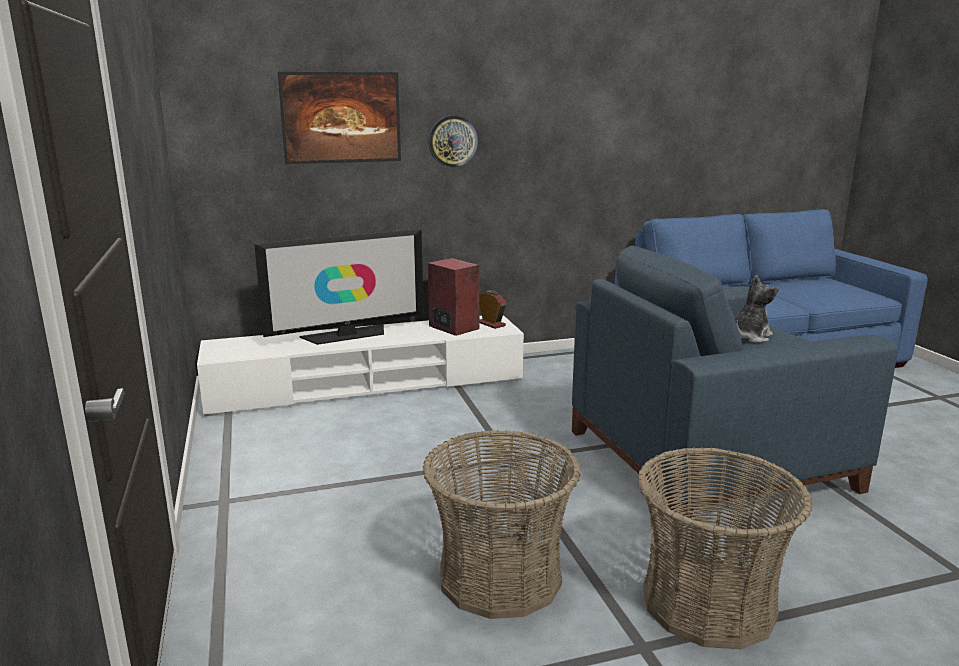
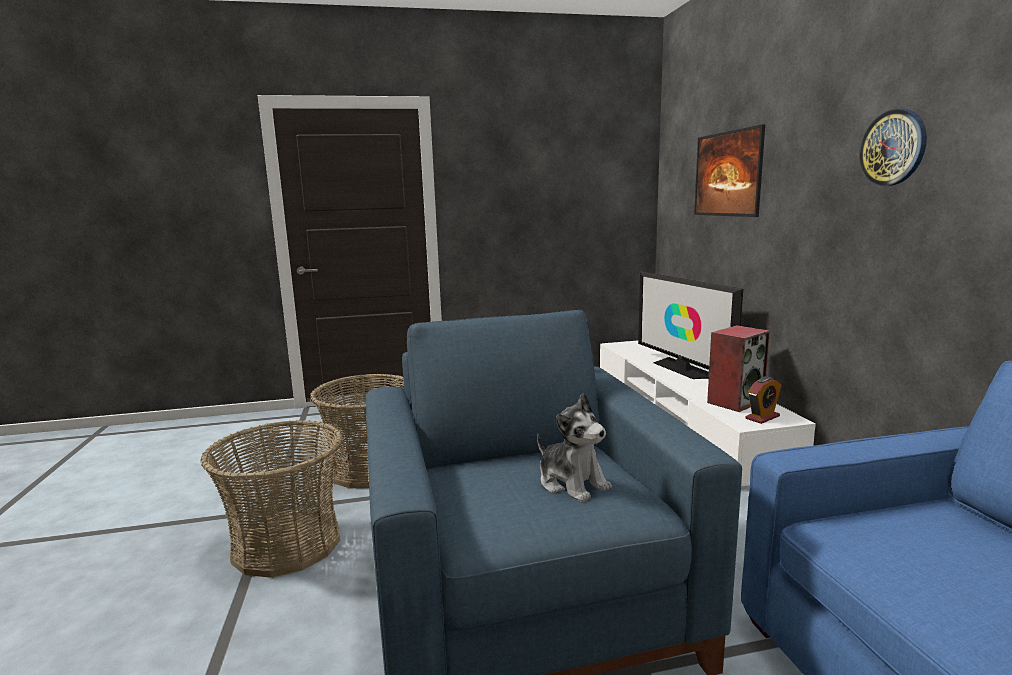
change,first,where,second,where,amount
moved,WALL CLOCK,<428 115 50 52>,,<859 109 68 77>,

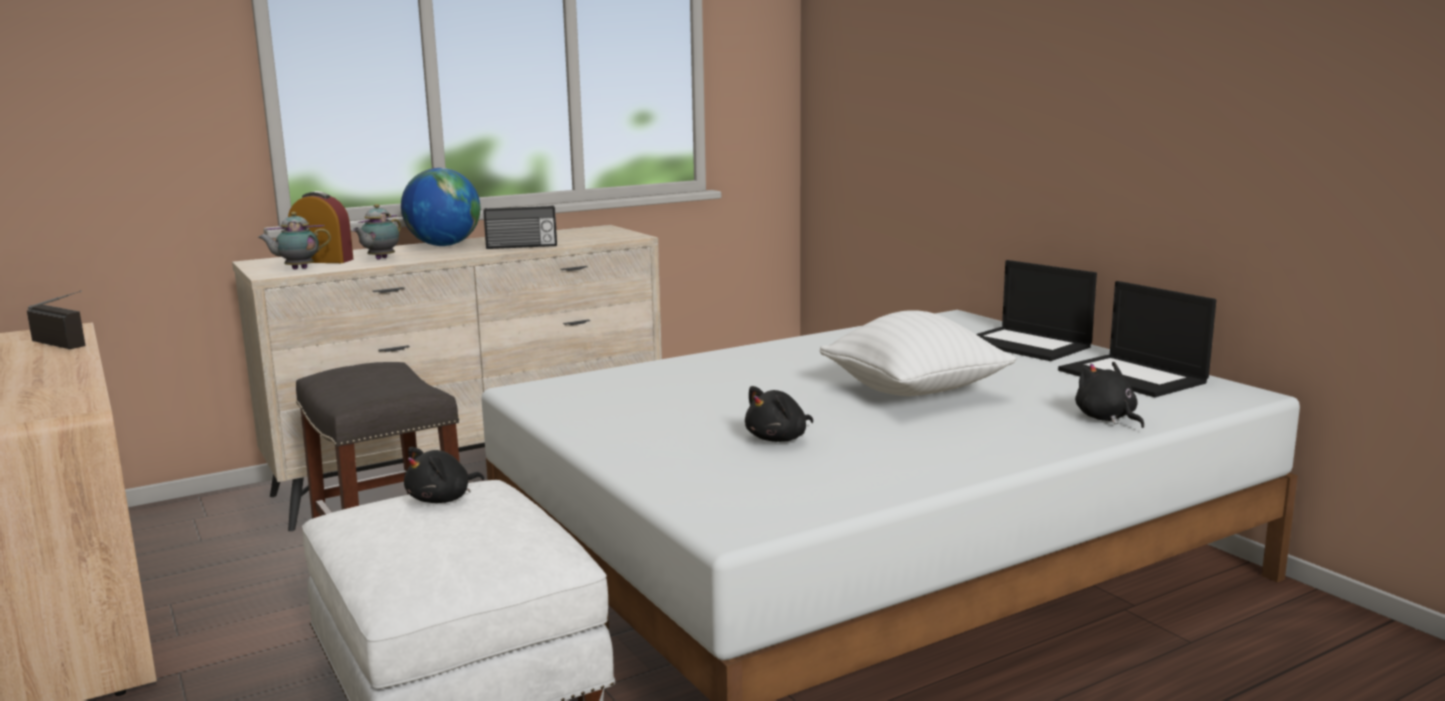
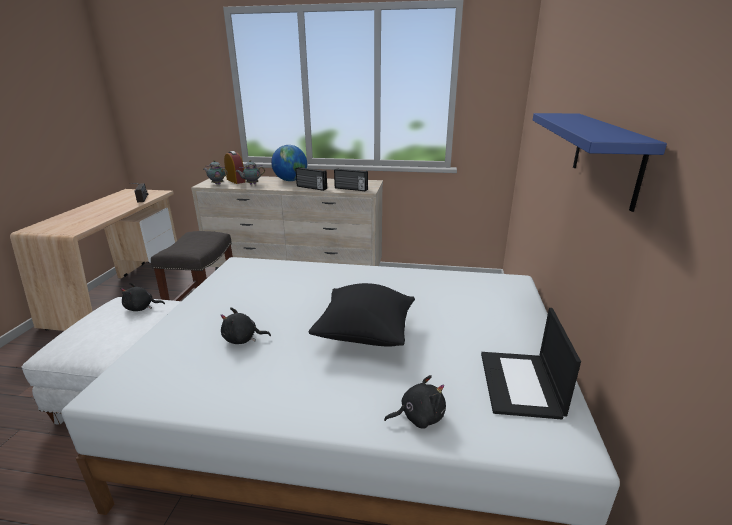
change,first,where,second,where,amount
recoloured,WHITE PILLOW,<820 310 197 86>,BLACK PILLOW,<308 283 107 64>,
removed,LAPTOP,<976 260 121 101>,,,
turned,BLACK PLUSH TOY,<1075 362 69 66>,,<384 375 62 54>,60 degrees clockwise
added,,,RADIO,<334 168 34 23>,
added,,,BLUE SHELF,<533 113 134 99>,

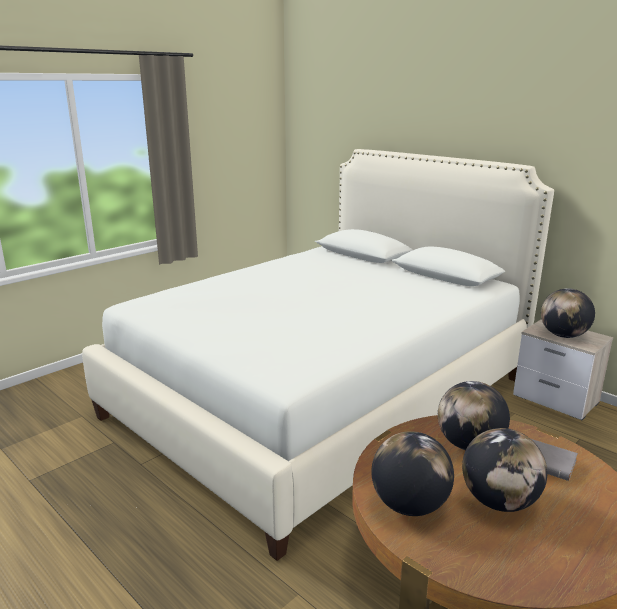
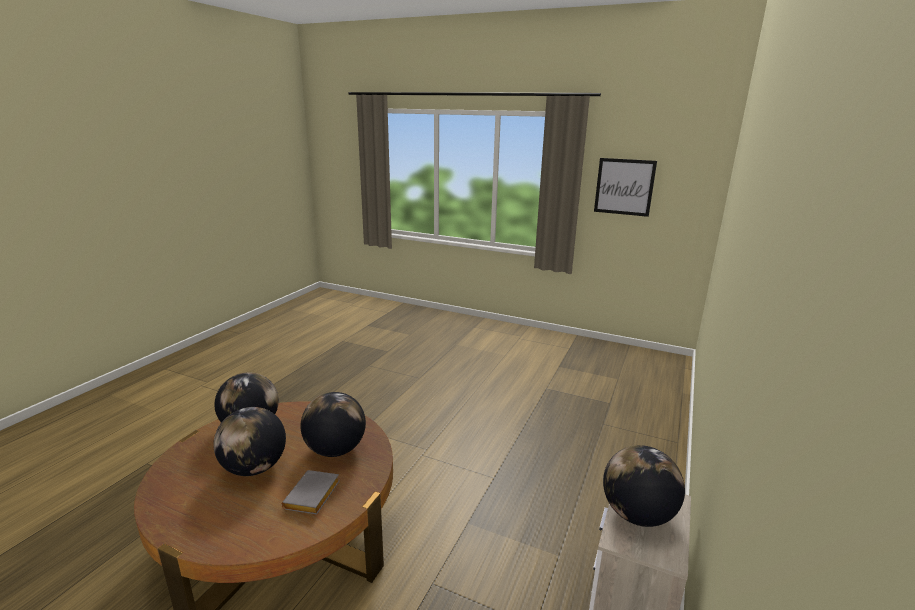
change,first,where,second,where,amount
removed,WHITE BED,<82 149 472 412>,,,
added,,,PICTURE,<594 158 63 59>,

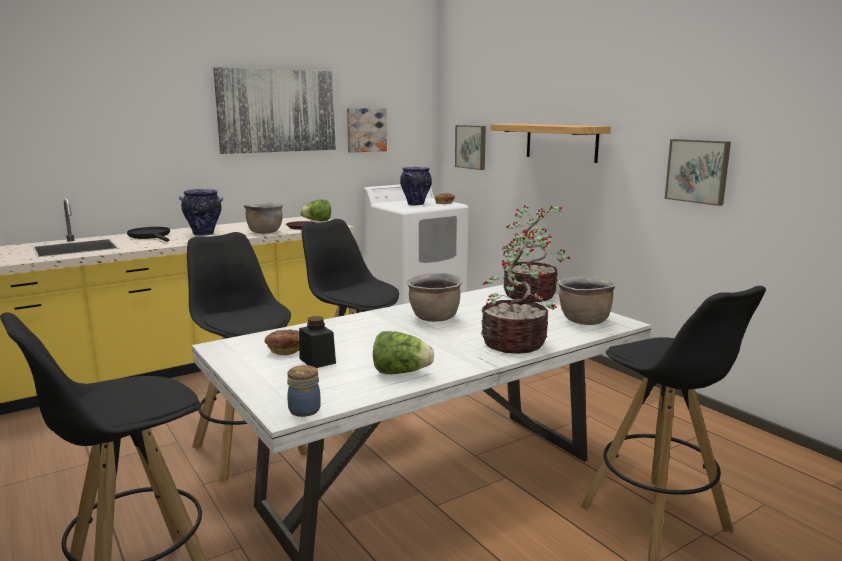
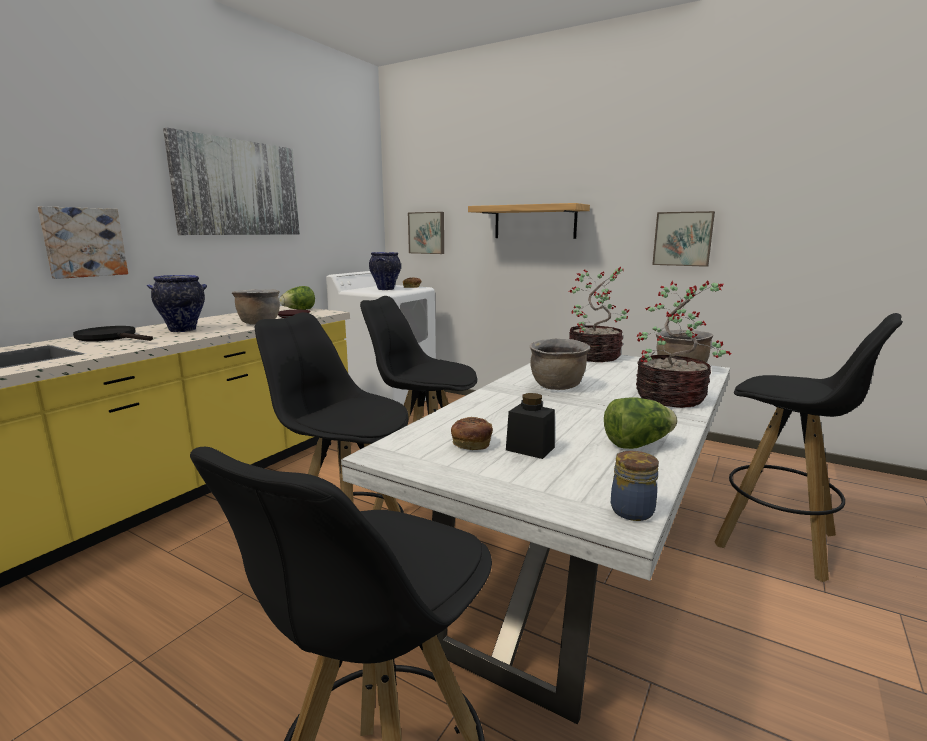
change,first,where,second,where,amount
moved,PICTURE,<347 108 40 45>,,<38 206 90 73>,

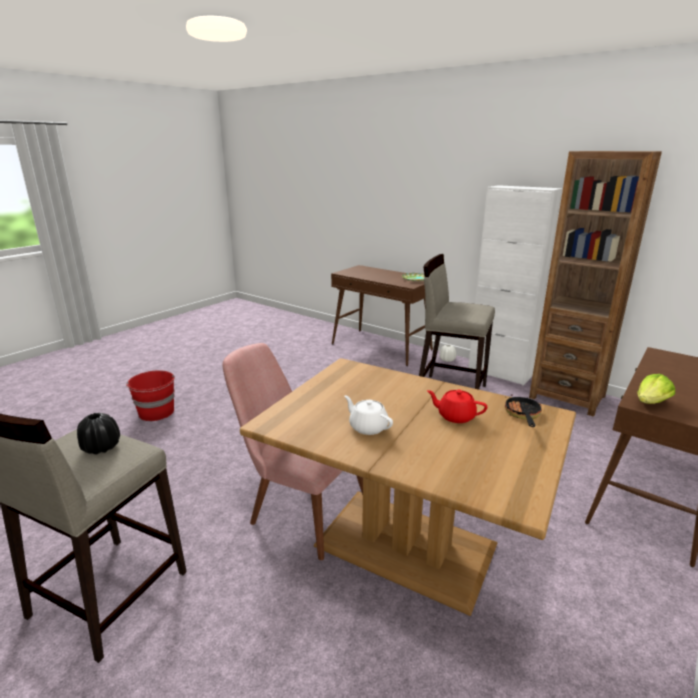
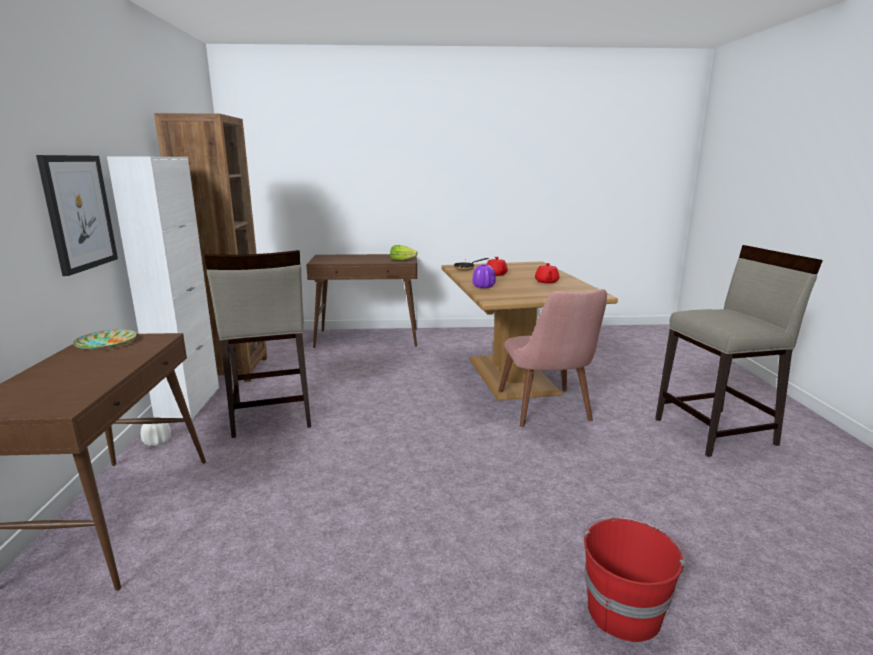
change,first,where,second,where,amount
removed,BLACK VASE,<77 413 43 42>,,,
recoloured,WHITE TEAPOT,<344 395 49 40>,RED TEAPOT,<535 263 25 21>,
added,,,PICTURE,<36 155 82 121>,
added,,,PURPLE VASE,<473 264 23 24>,

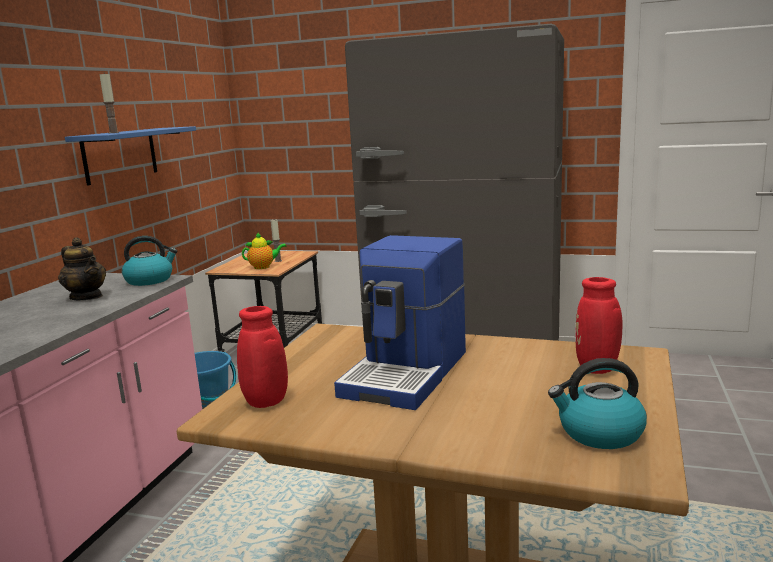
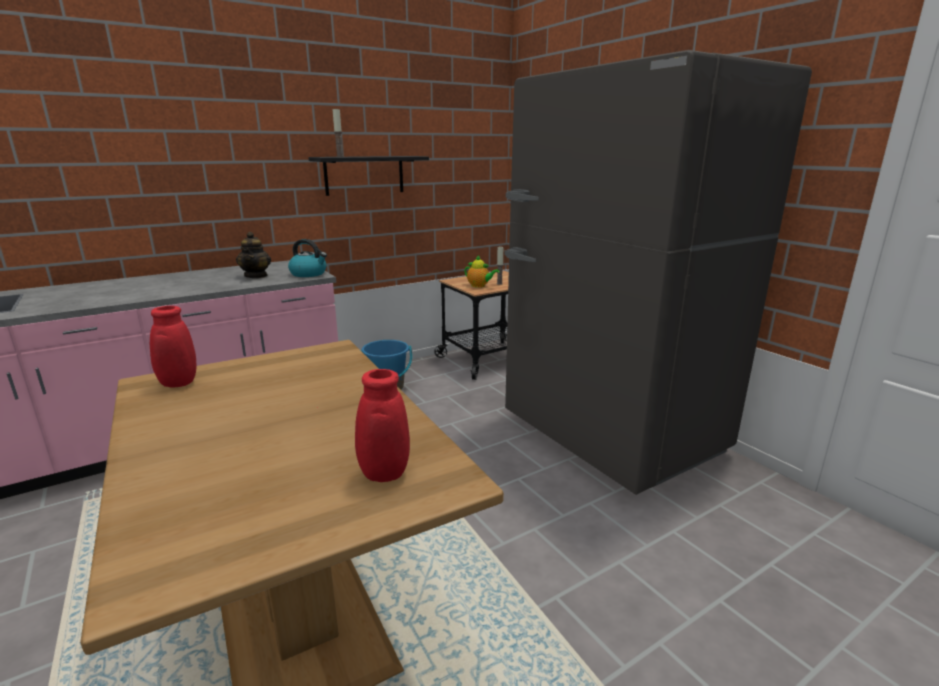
change,first,where,second,where,amount
recoloured,BLUE SHELF,<65 126 131 60>,BLACK SHELF,<308 156 121 40>,
removed,COFFEE MACHINE,<334 235 132 175>,,,
removed,KETTLE,<548 358 99 91>,,,

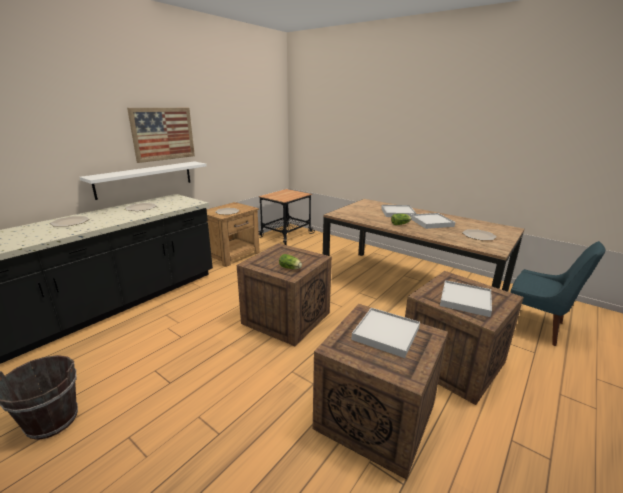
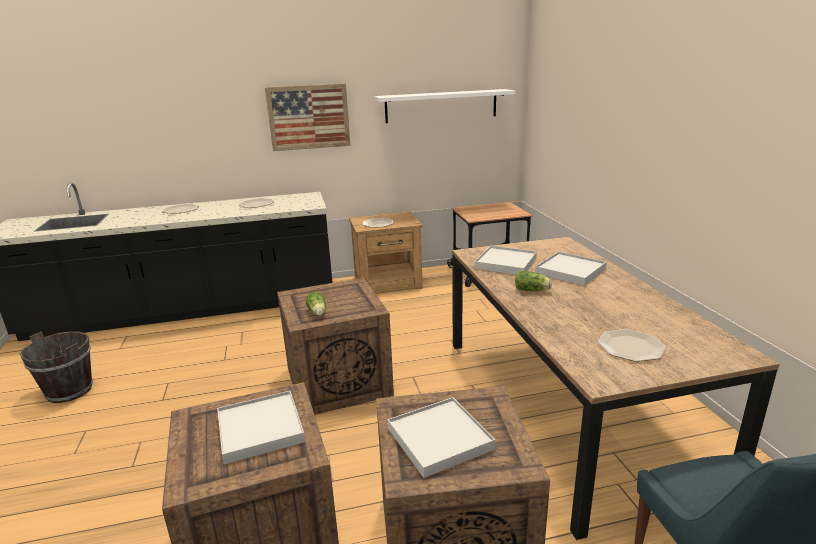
change,first,where,second,where,amount
moved,WHITE SHELF,<80 161 127 39>,,<374 89 141 34>,
moved,WHITE TRAY,<410 213 45 16>,,<475 246 62 29>,

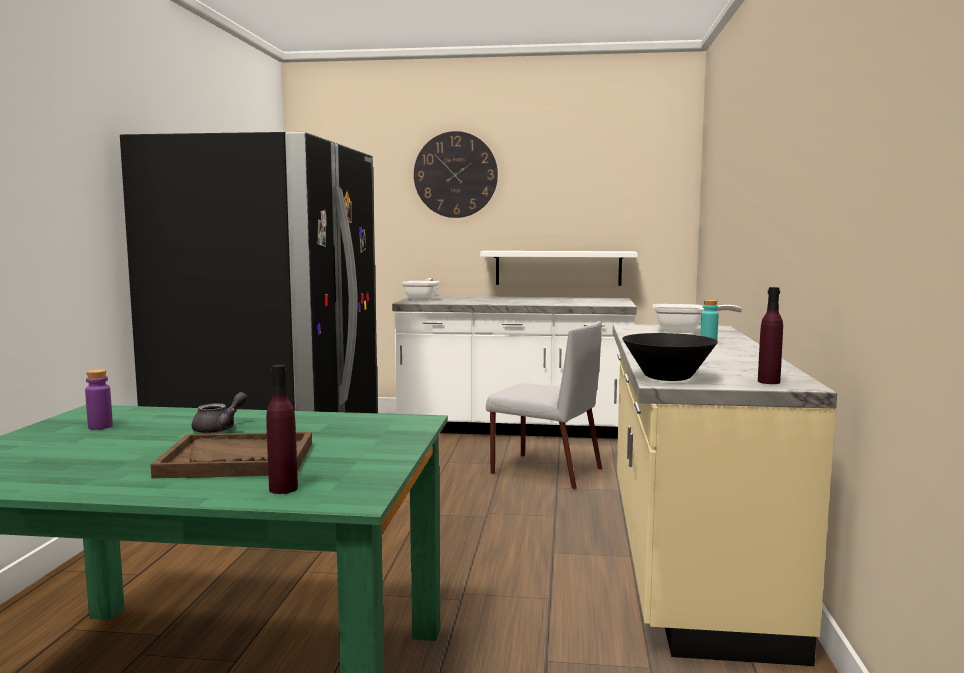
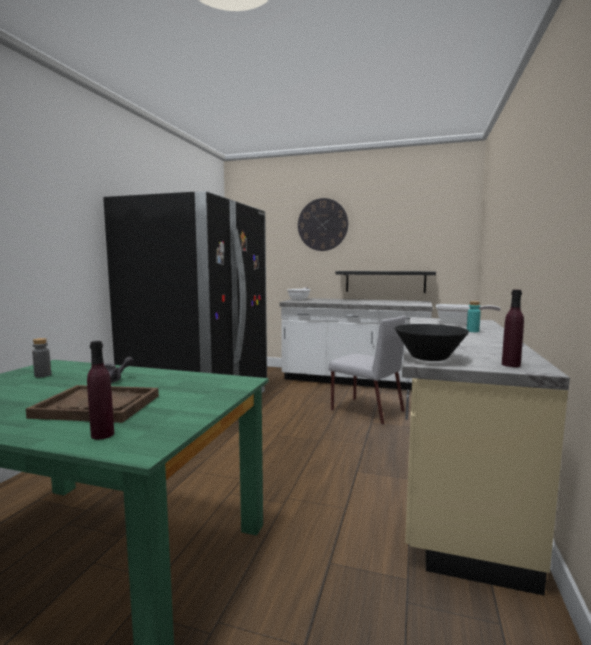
change,first,where,second,where,amount
recoloured,PURPLE BOTTLE,<85 369 28 61>,GREY BOTTLE,<32 338 19 40>,
recoloured,WHITE SHELF,<480 251 158 35>,BLACK SHELF,<336 271 100 22>,

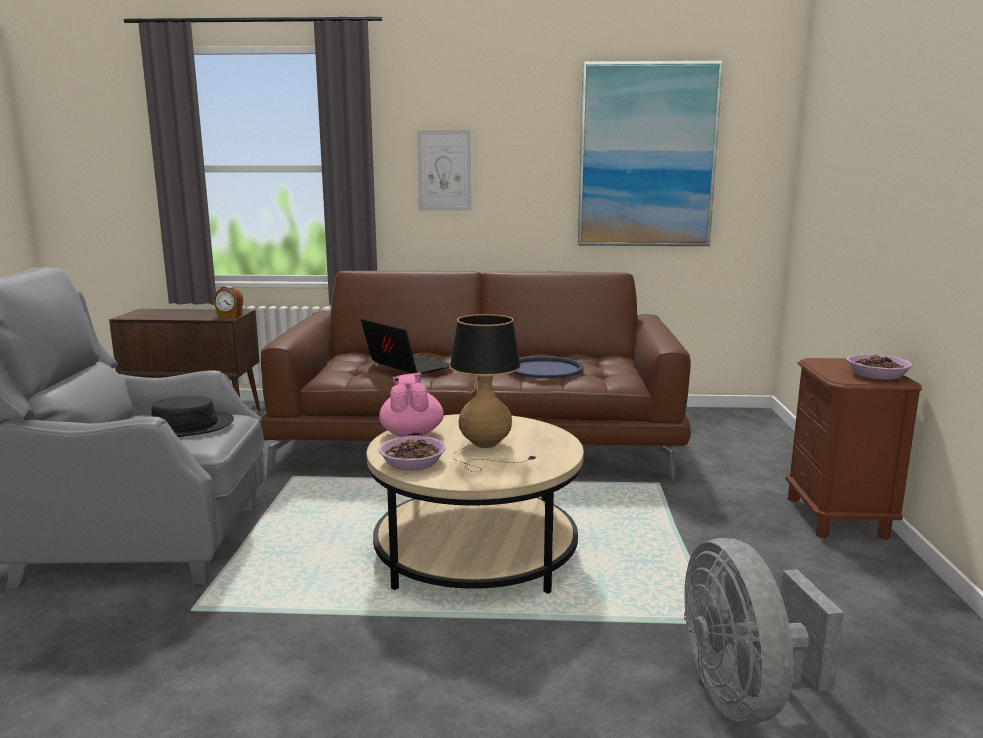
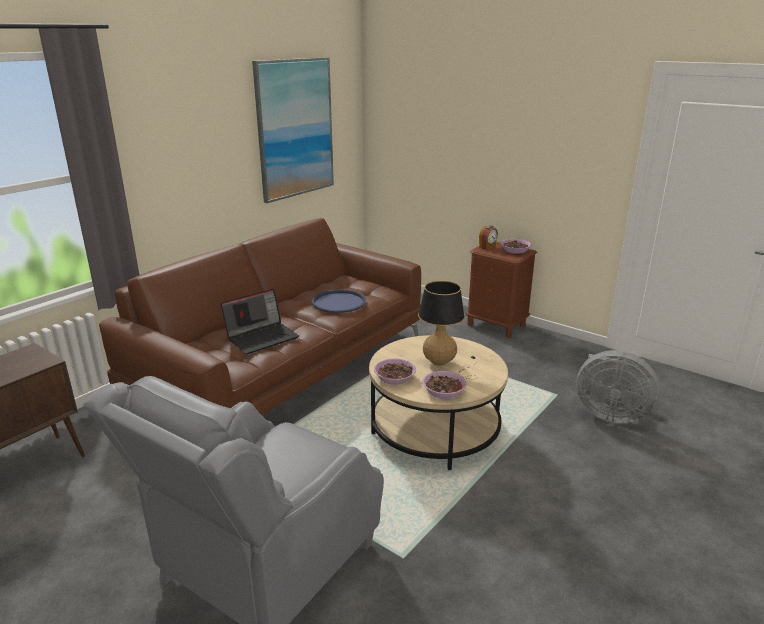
change,first,where,second,where,amount
removed,BLACK HAT,<151 396 83 41>,,,
moved,ALARM CLOCK,<213 286 30 32>,,<479 226 19 24>,
turned,LAPTOP,<361 318 88 56>,,<220 289 79 65>,150 degrees clockwise
replaced,PINK TEAPOT,<379 373 65 64>,BOWL,<374 359 42 26>,
removed,PICTURE,<417 130 54 81>,,,

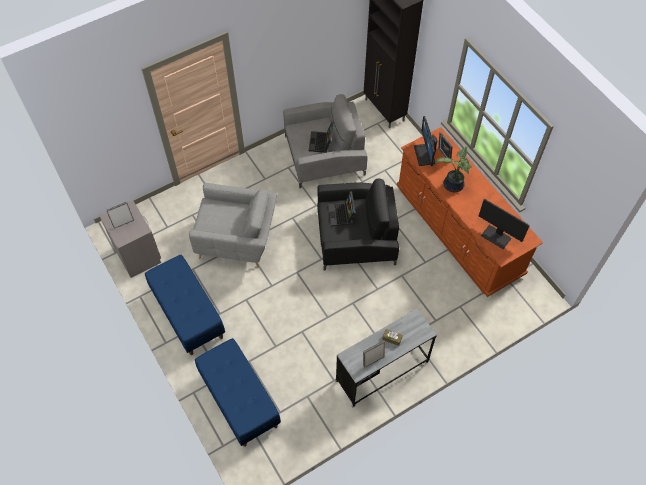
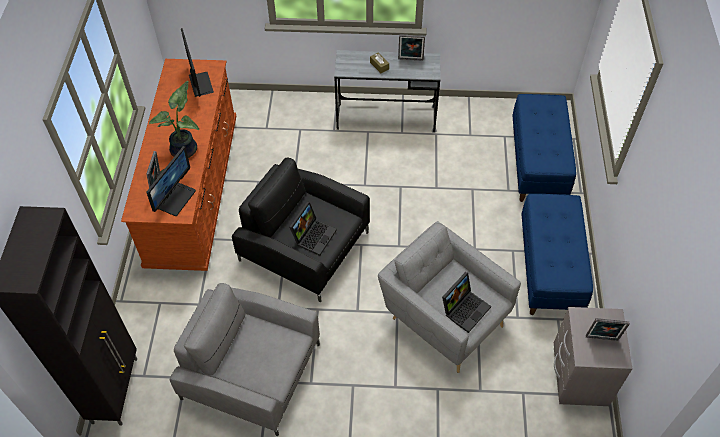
change,first,where,second,where,amount
moved,LAPTOP,<308 122 26 31>,,<442 272 49 61>,

